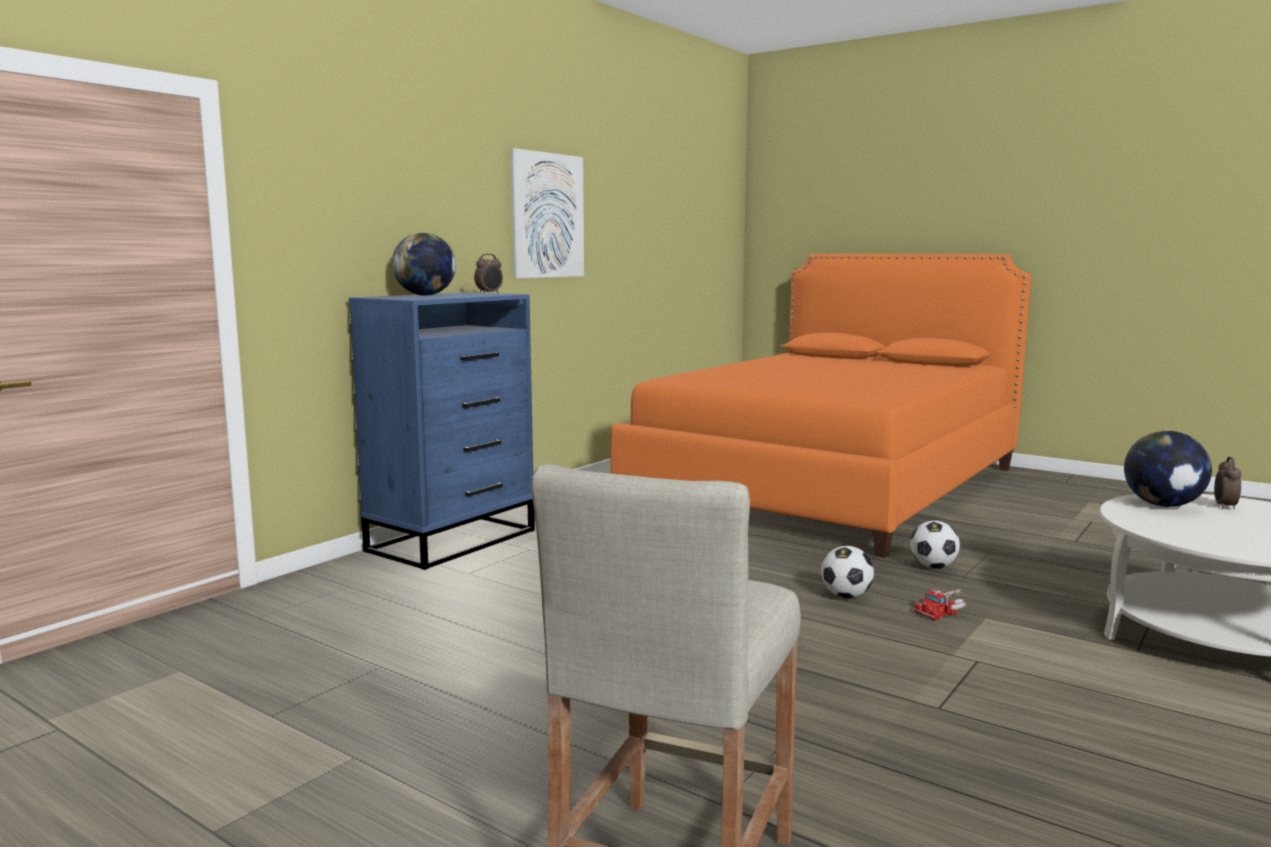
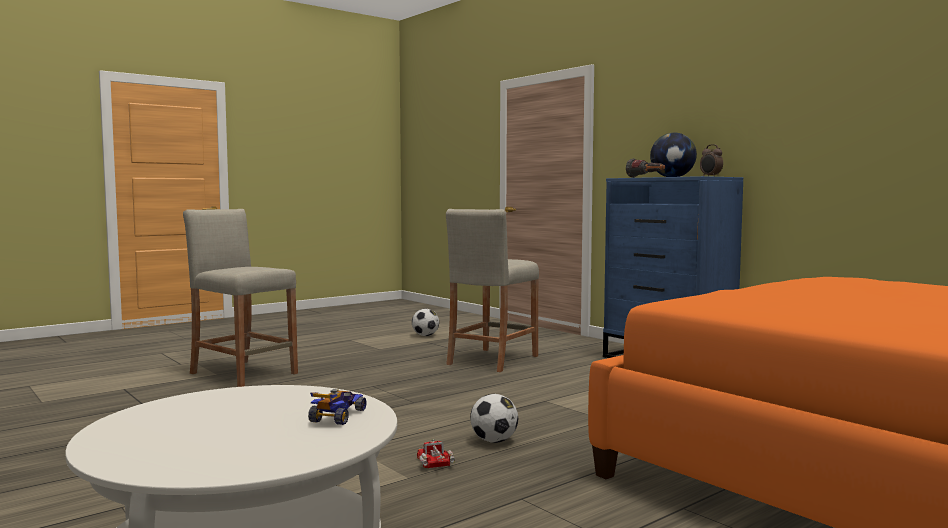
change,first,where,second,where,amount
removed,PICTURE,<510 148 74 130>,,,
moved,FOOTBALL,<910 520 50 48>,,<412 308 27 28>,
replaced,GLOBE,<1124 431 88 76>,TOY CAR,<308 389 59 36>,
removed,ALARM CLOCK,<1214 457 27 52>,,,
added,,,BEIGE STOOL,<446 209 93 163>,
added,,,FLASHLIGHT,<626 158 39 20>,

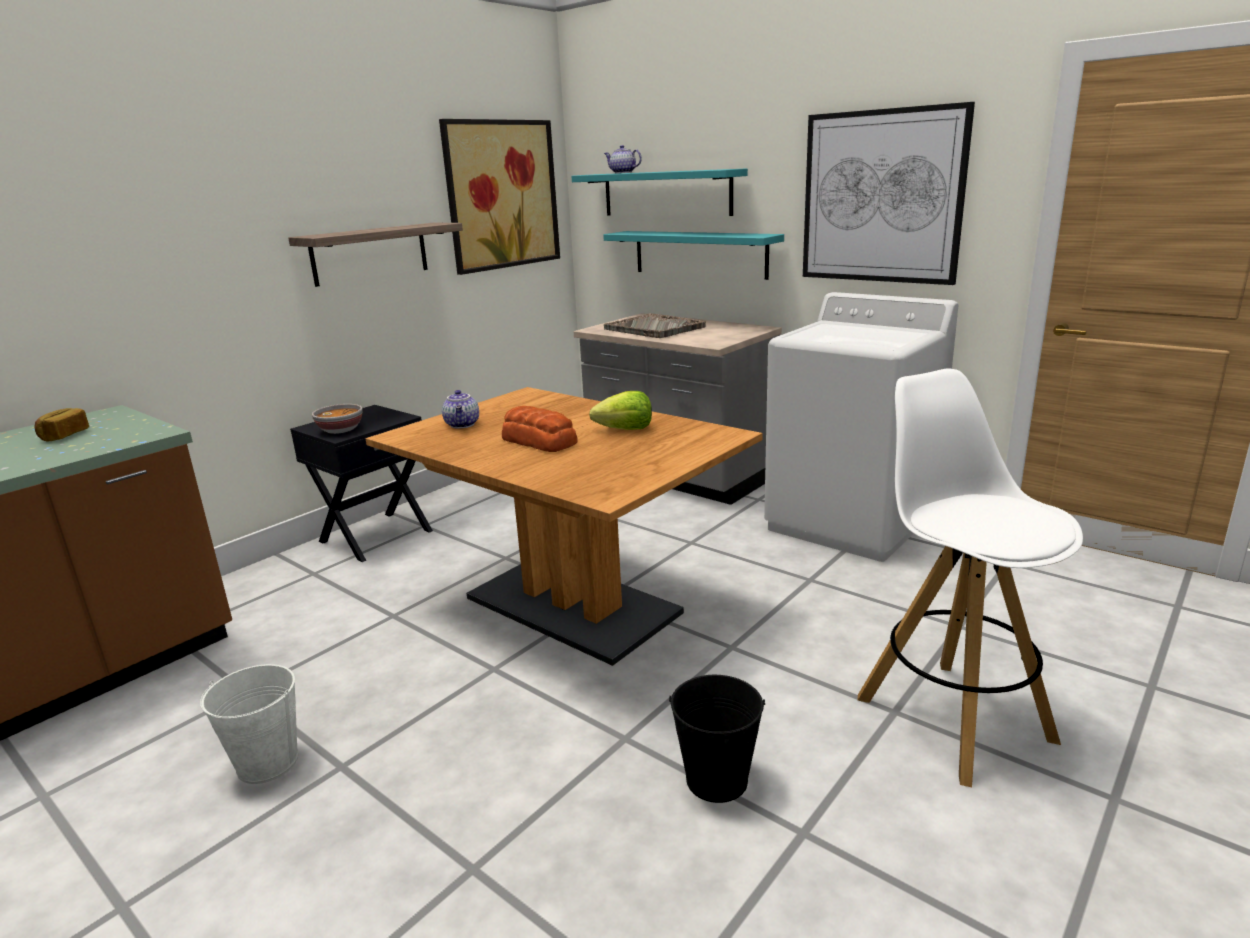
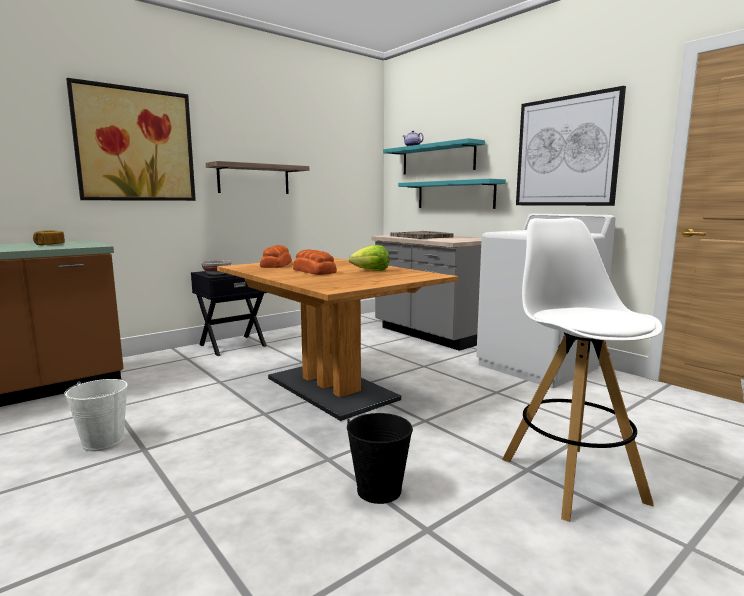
change,first,where,second,where,amount
moved,PICTURE,<439 119 121 156>,,<66 78 130 123>,
replaced,TEAPOT,<442 390 37 39>,BREAD,<260 245 32 23>,

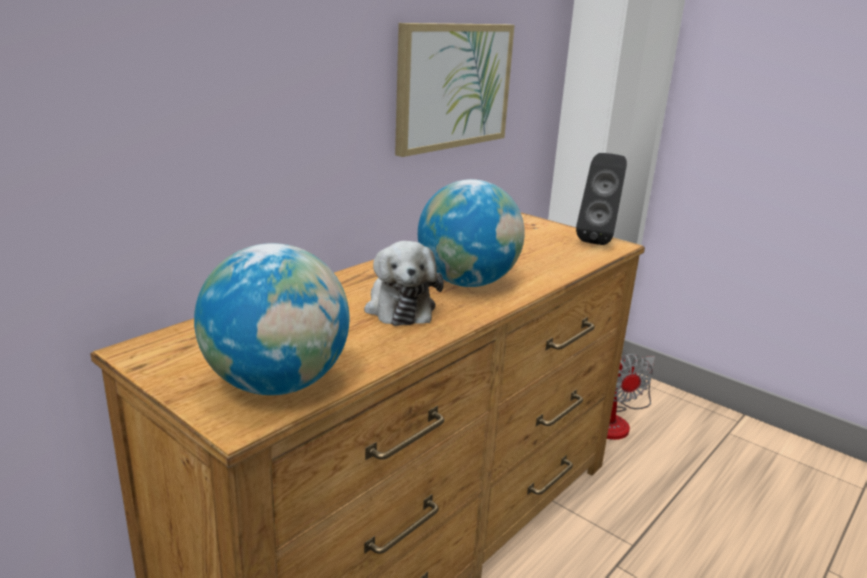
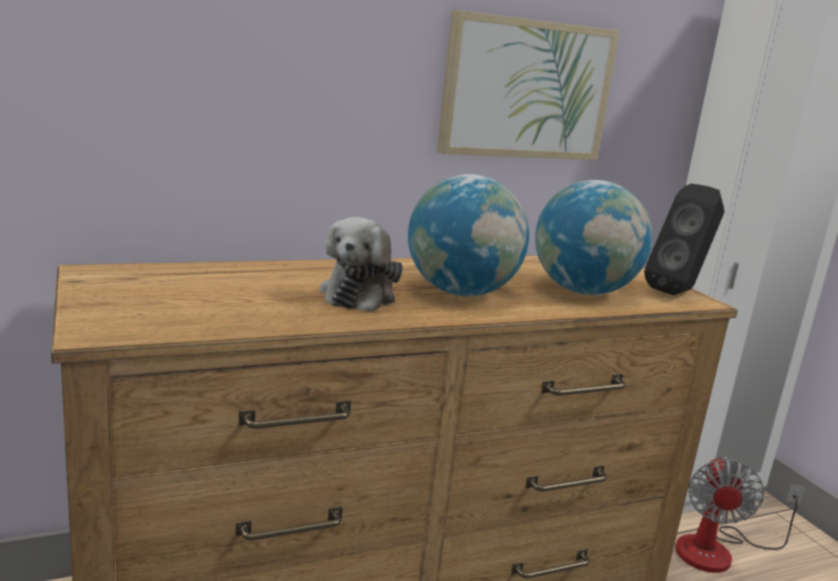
change,first,where,second,where,amount
moved,GLOBE,<194 243 155 152>,,<535 180 117 115>,

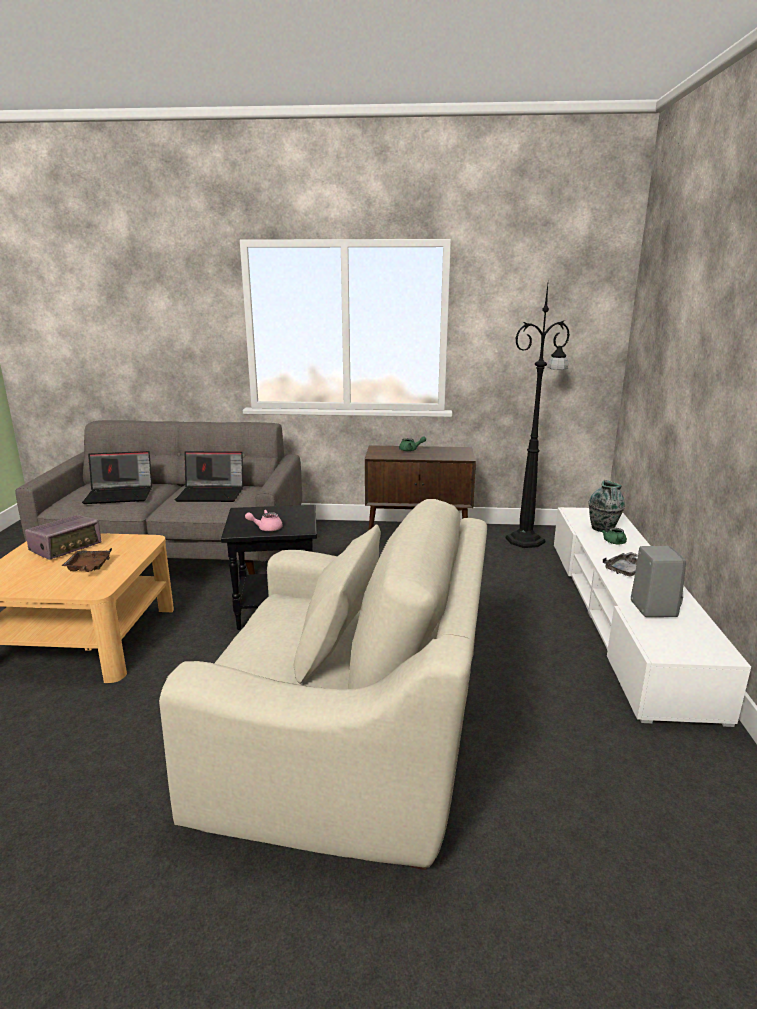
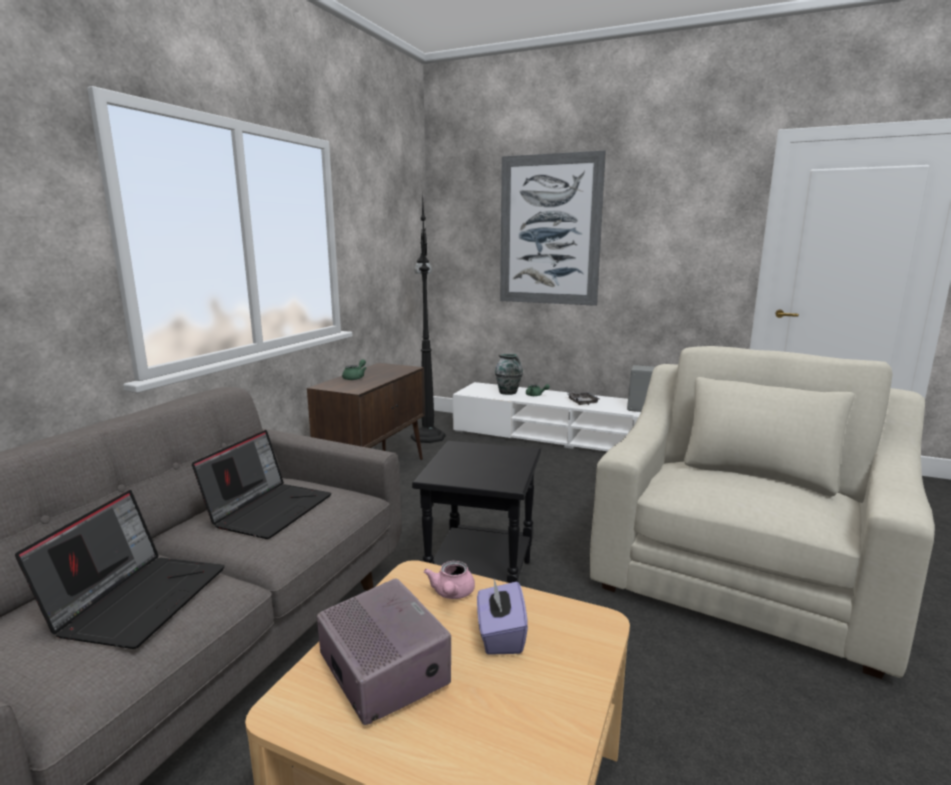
change,first,where,second,where,amount
replaced,BROWN TRAY,<62 548 50 24>,PURPLE TISSUE BOX,<477 579 51 76>,
moved,PINK TEAPOT,<245 510 38 21>,,<424 561 51 38>,
added,,,PICTURE,<500 150 106 156>,

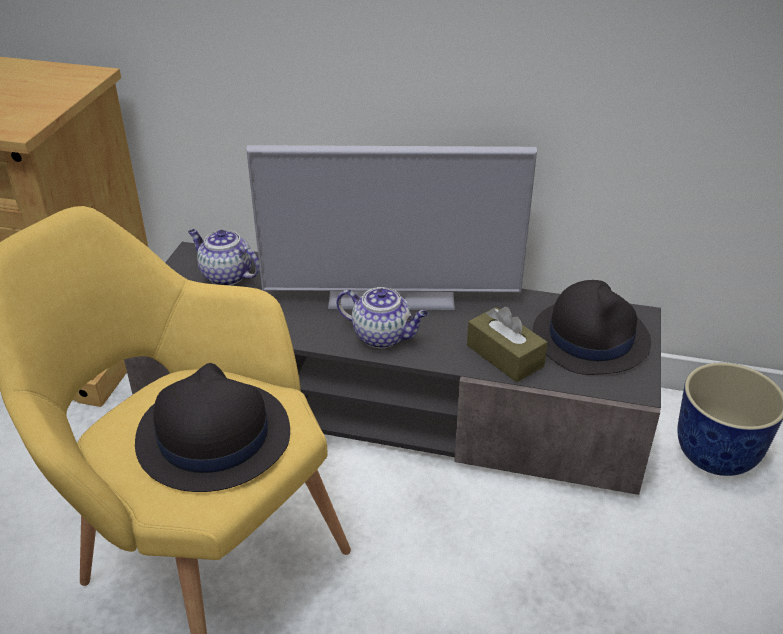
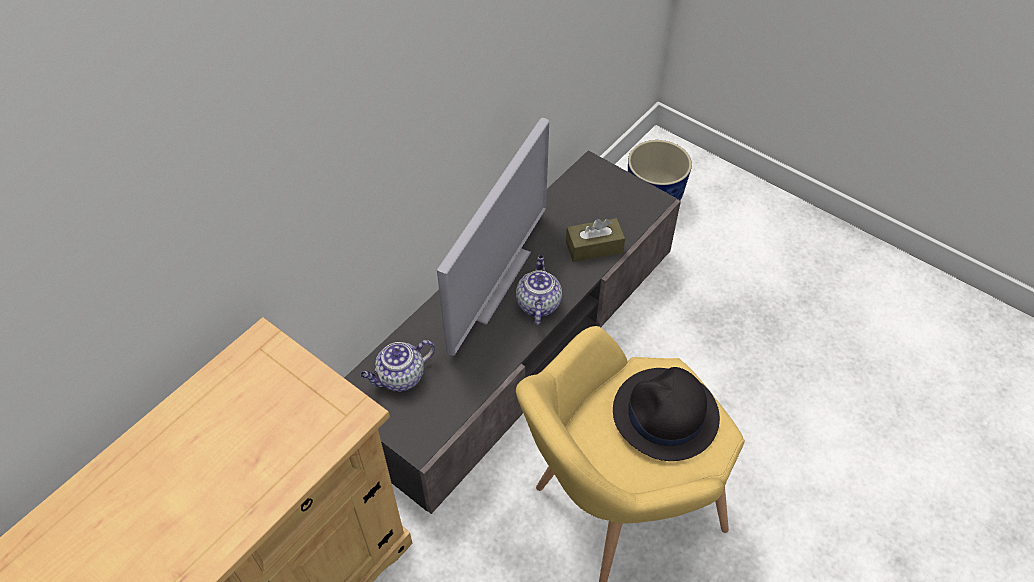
change,first,where,second,where,amount
turned,TEAPOT,<336 287 92 61>,,<516 255 46 70>,45 degrees counterclockwise
removed,BLACK HAT,<533 280 118 95>,,,

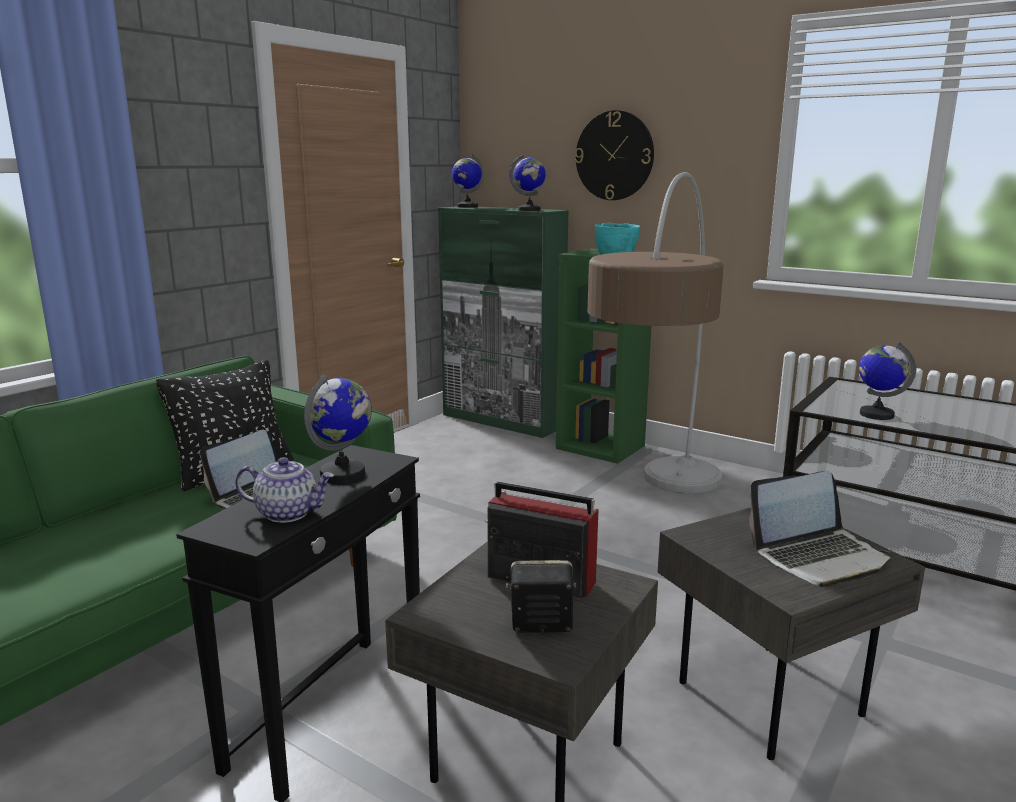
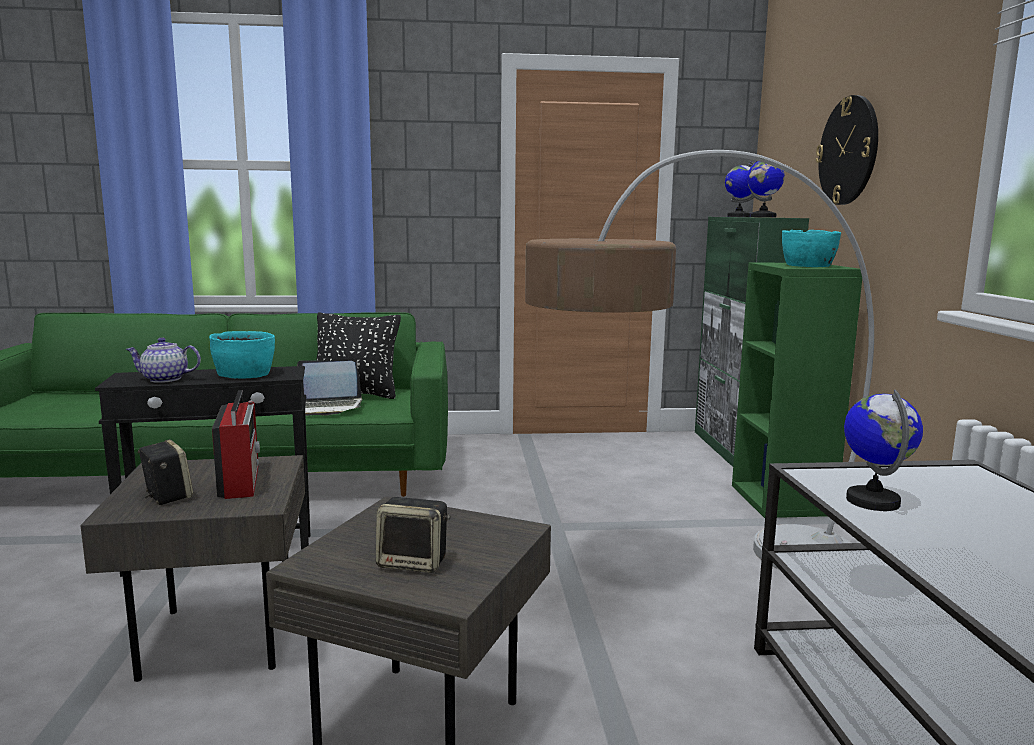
change,first,where,second,where,amount
turned,TEAPOT,<235 457 99 66>,,<126 337 75 46>,120 degrees clockwise
replaced,GLOBE,<304 374 68 109>,TURQUOISE BOWL,<209 331 66 48>,
replaced,LAPTOP,<749 471 142 116>,SPEAKER,<376 497 75 76>,

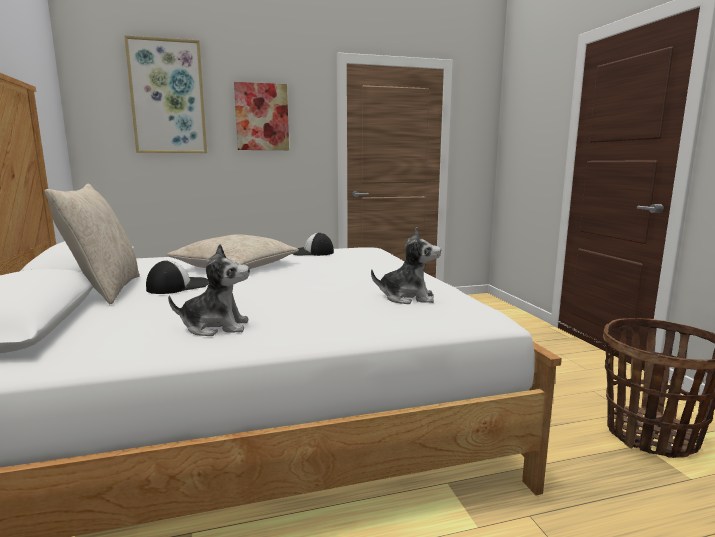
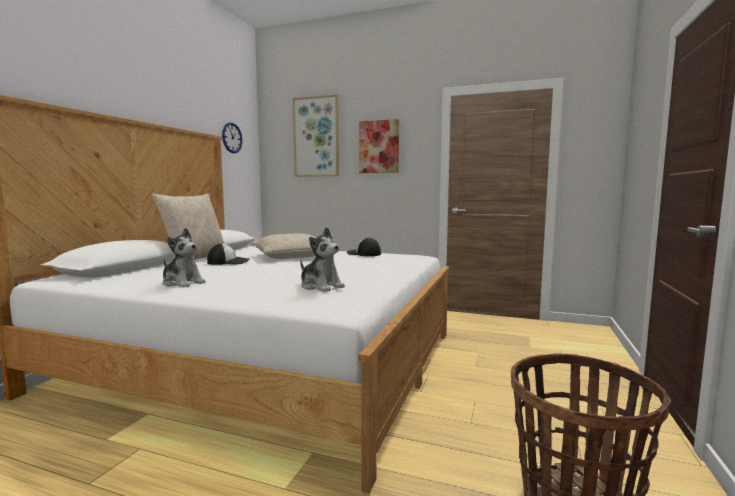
change,first,where,second,where,amount
added,,,WALL CLOCK,<222 122 20 31>,

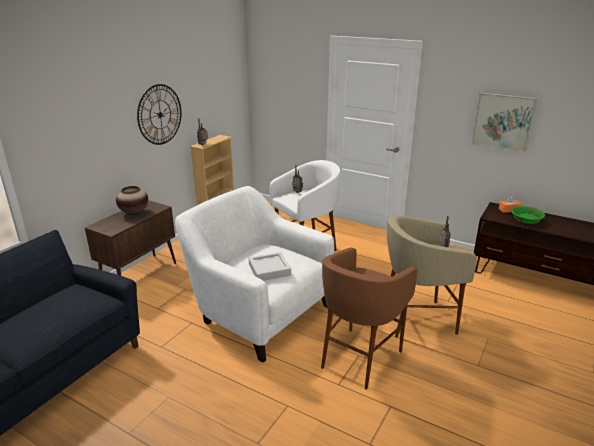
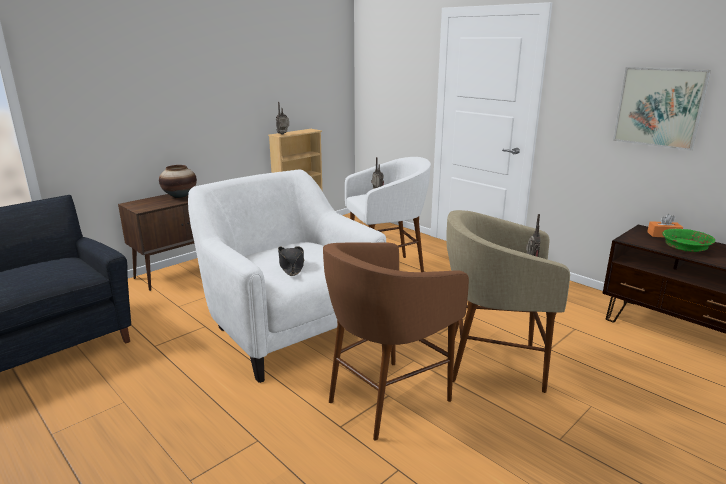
change,first,where,second,where,amount
removed,WALL CLOCK,<137 84 45 61>,,,
replaced,GREY TRAY,<249 252 42 29>,BLACK HAT,<278 246 27 30>,

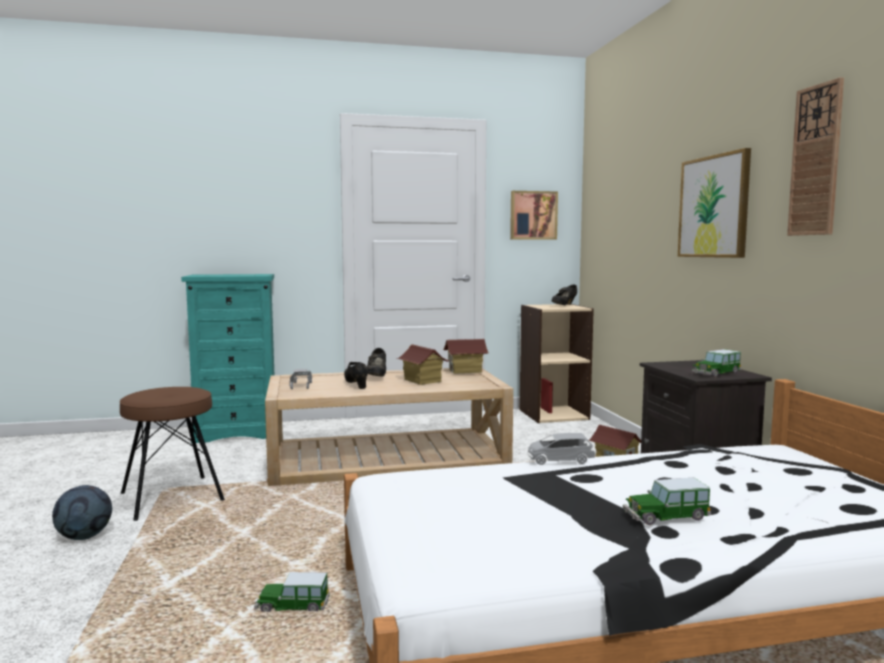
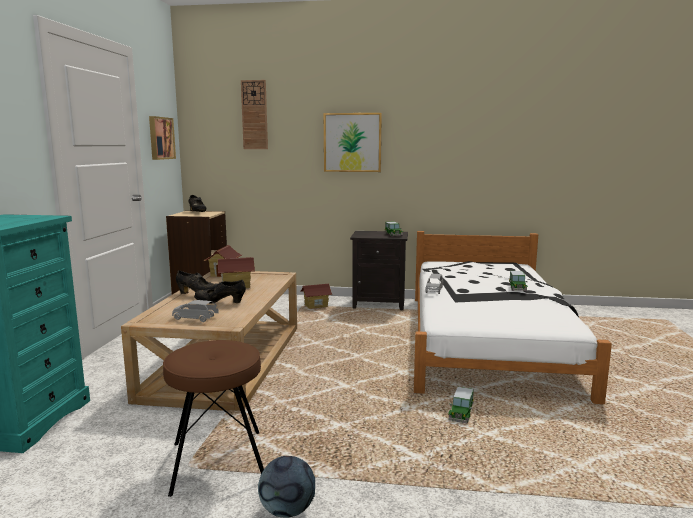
change,first,where,second,where,amount
moved,WALL CLOCK,<787 77 57 159>,,<241 80 27 69>,

